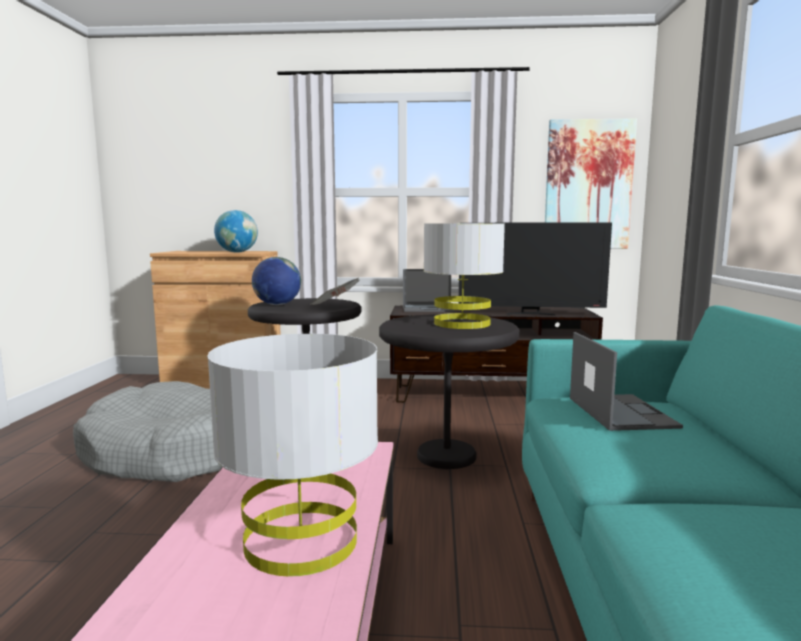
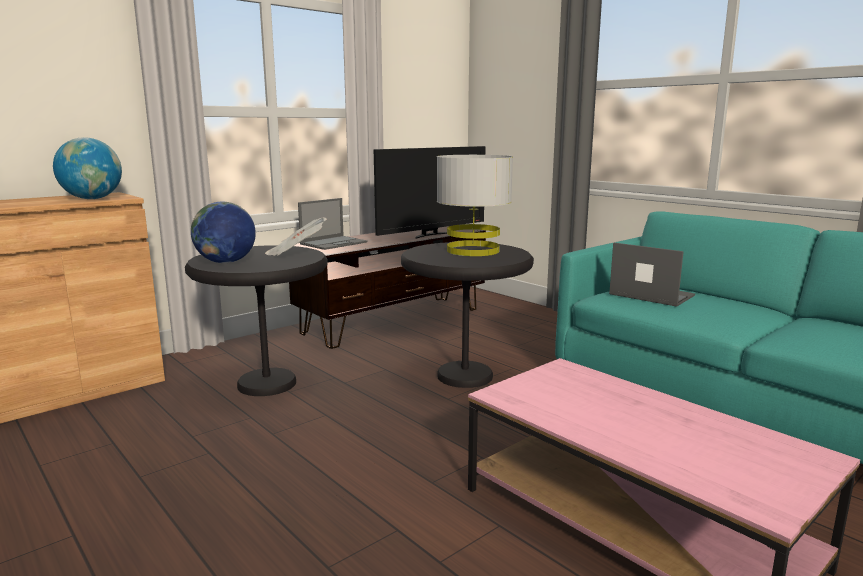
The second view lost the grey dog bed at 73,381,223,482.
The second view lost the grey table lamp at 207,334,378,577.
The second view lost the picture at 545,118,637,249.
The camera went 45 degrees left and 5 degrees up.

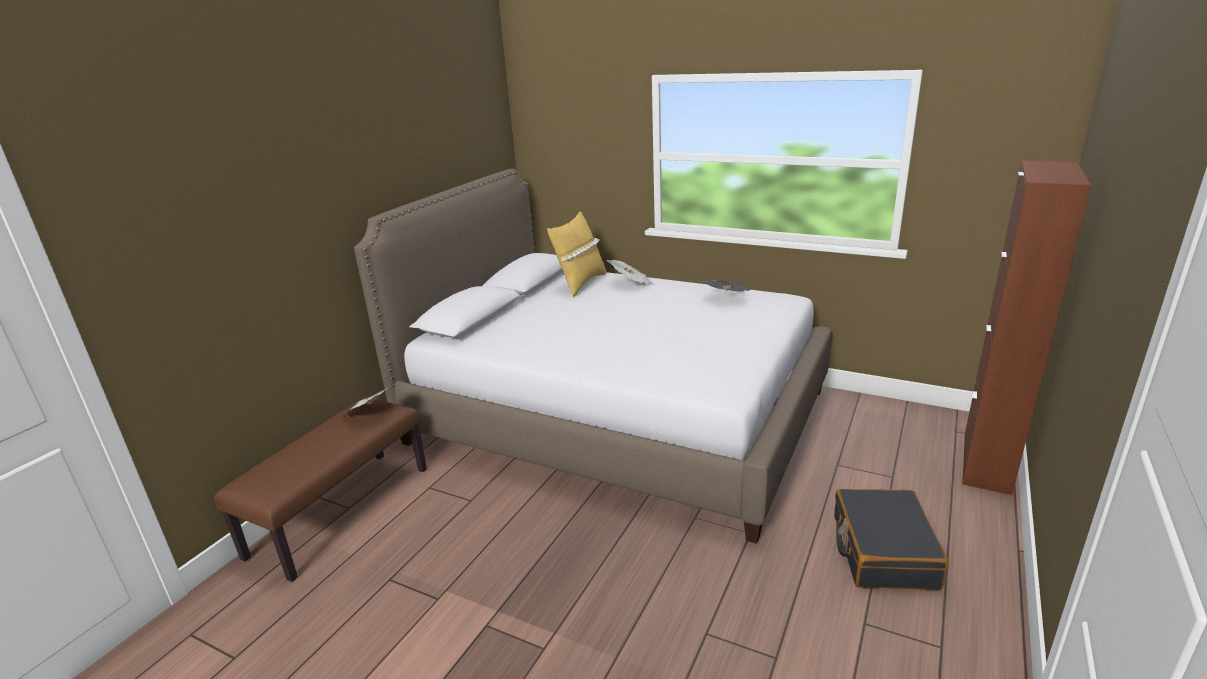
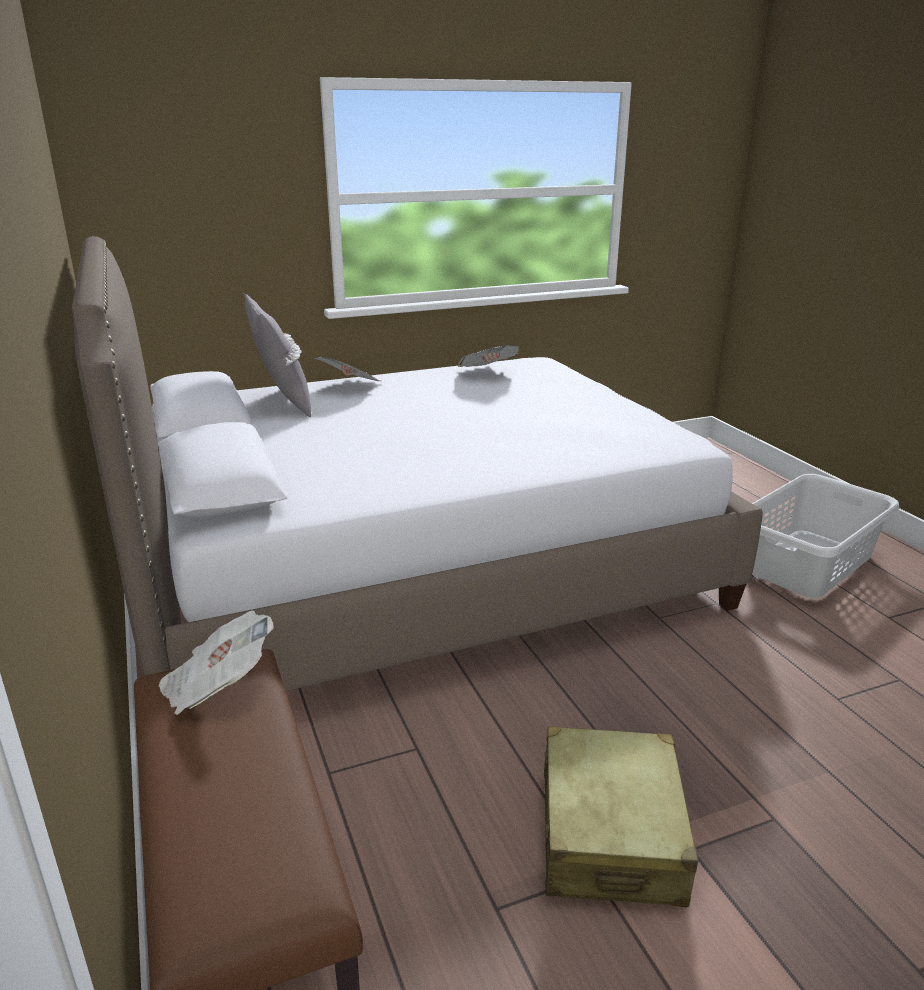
What was the yellow pillow at 547,211,606,297 turned into the grey pillow at 243,293,311,417.
The second view gained the beige suitcase at 544,727,698,907.
Where the black suitcase stood at 834,489,949,590, the grey laundry basket came to stand at 752,474,899,598.
The second view lost the brown cabinet at 962,160,1091,495.
The camera went 50 degrees left and 0 degrees up.

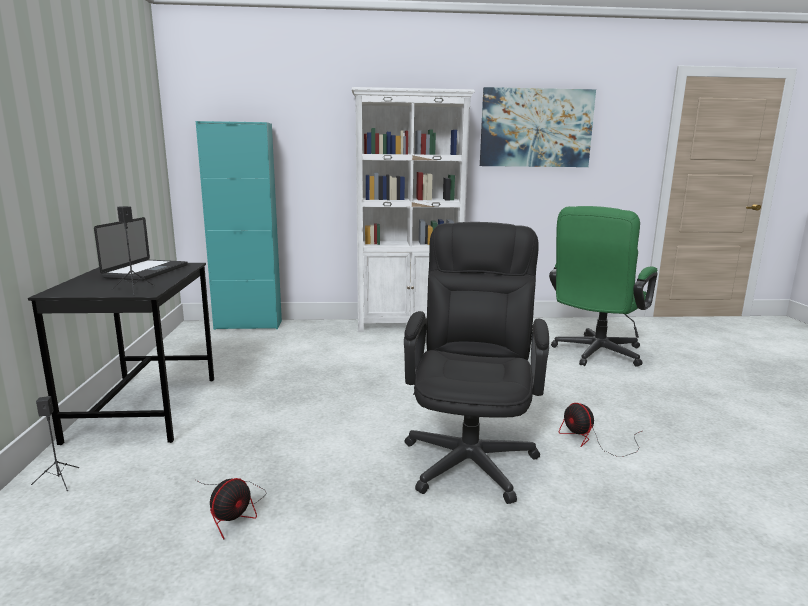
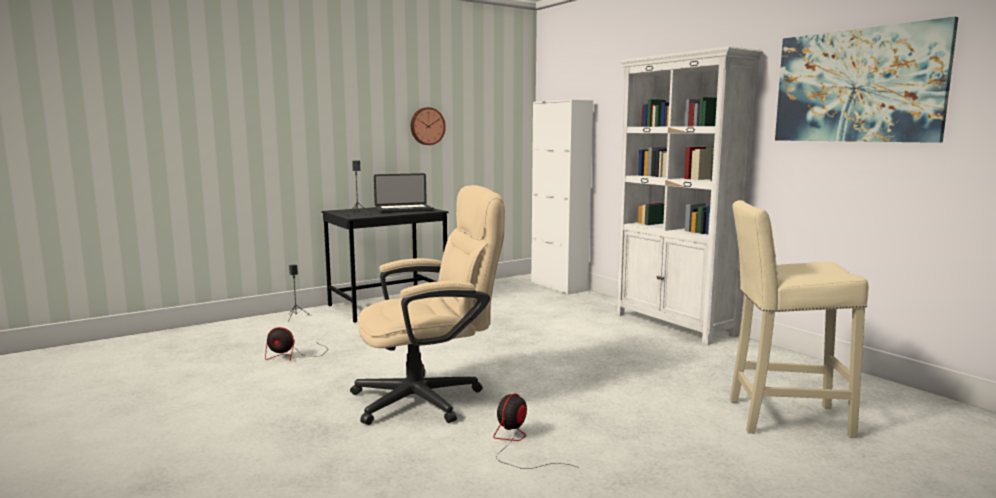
What was the black office chair at 404,222,549,504 turned into the beige office chair at 350,185,505,425.
The second view gained the wall clock at 411,107,446,145.
What was the turquoise cabinet at 196,121,282,330 turned into the white cabinet at 531,100,593,295.
Where the green office chair stood at 549,206,658,367, the beige stool came to stand at 730,200,869,438.
The camera went 60 degrees right and 5 degrees down.

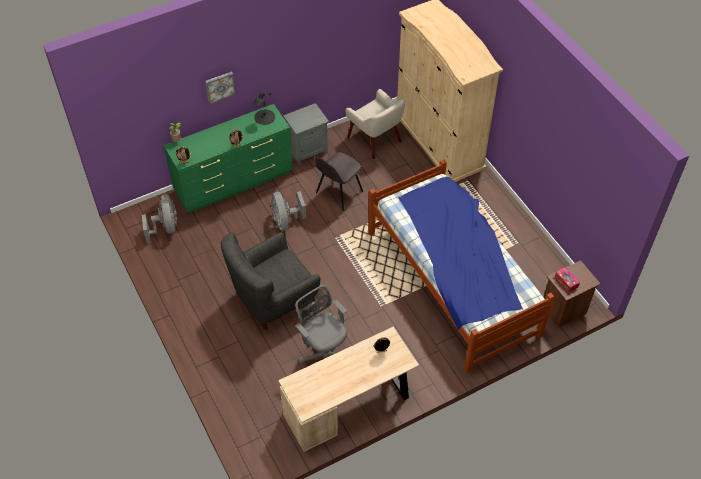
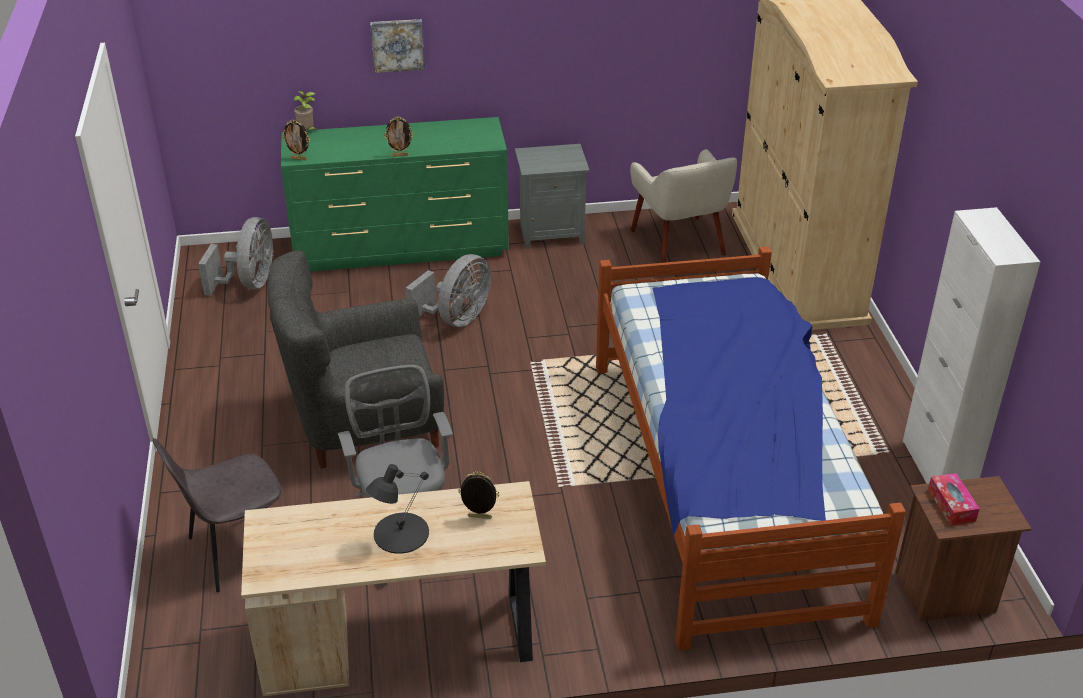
The grey chair ended up elsewhere, having gone from 315,152,363,210 to 152,438,282,592.
The black table lamp ended up elsewhere, having gone from 253,92,275,125 to 366,464,429,554.
The grey fan at 271,191,306,231 ended up facing another way, 150 degrees counterclockwise from before.
The second view gained the white cabinet at 903,207,1040,484.
The camera went 20 degrees right and 15 degrees down.

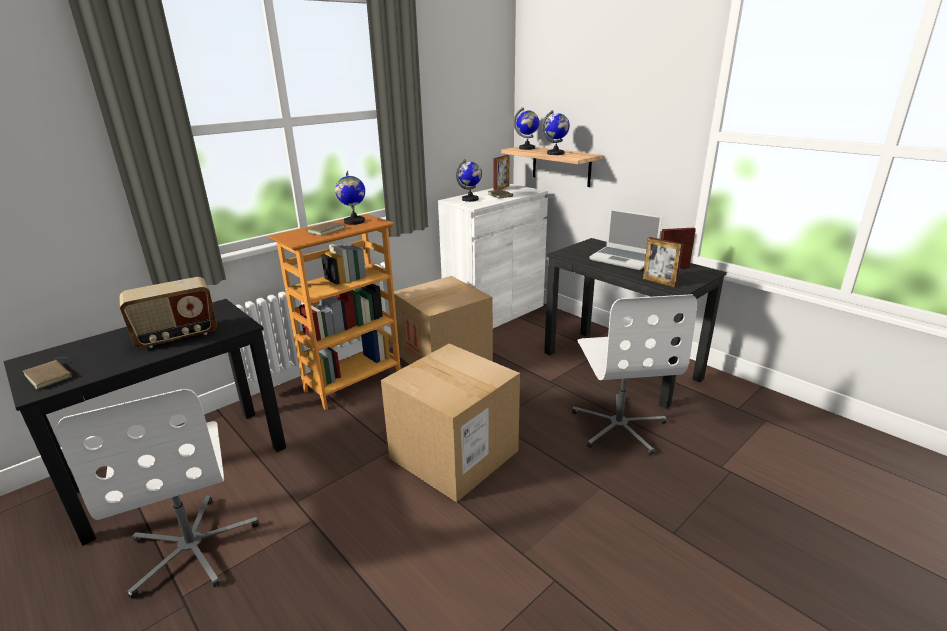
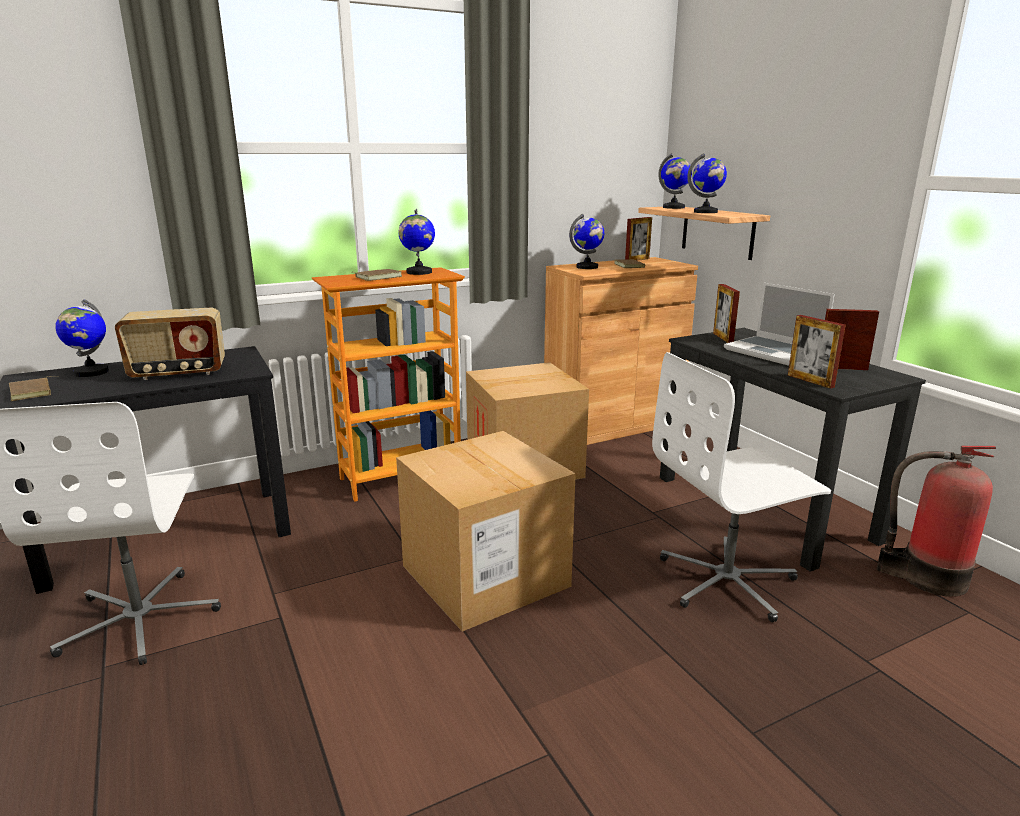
The second view gained the globe at 55,299,109,377.
What was the white cabinet at 438,184,548,328 turned into the brown cabinet at 544,257,698,445.
The white office chair at 572,294,697,455 ended up facing another way, 60 degrees clockwise from before.
The second view gained the picture frame at 713,284,740,343.
The second view gained the fire extinguisher at 877,446,996,597.
The camera went 15 degrees right and 5 degrees down.

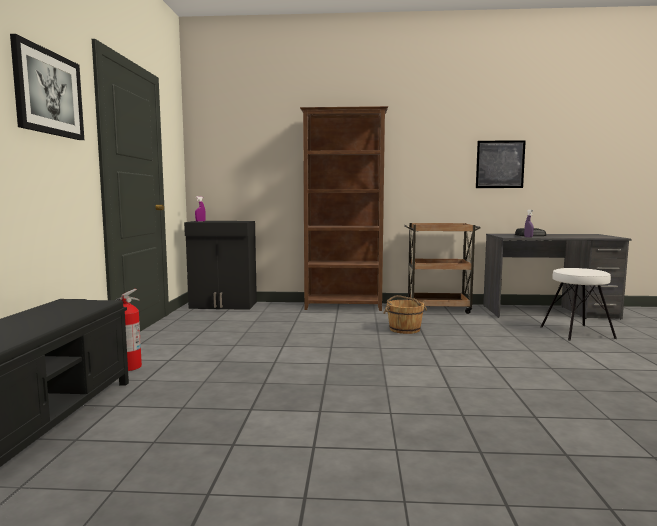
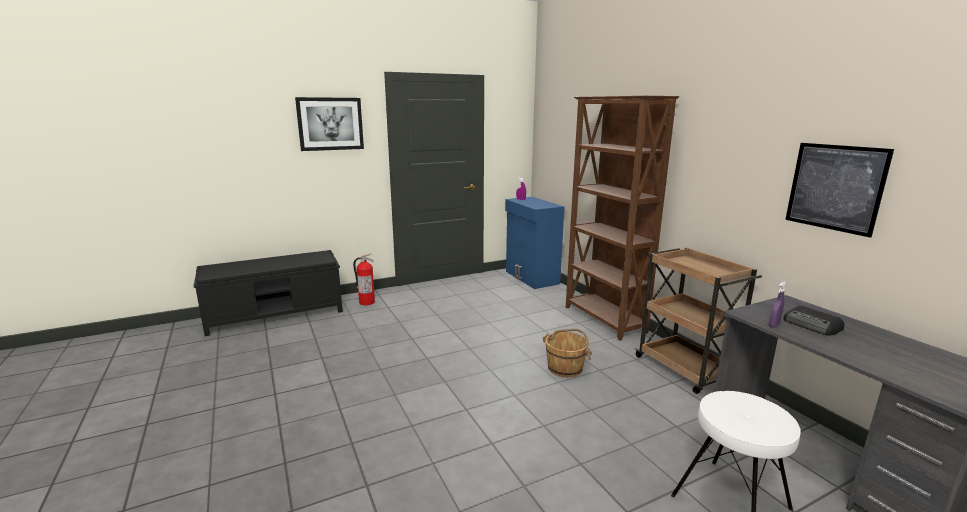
What was the black cabinet at 184,221,257,310 turned into the blue cabinet at 505,197,564,289.
The camera went 60 degrees right and 10 degrees up.

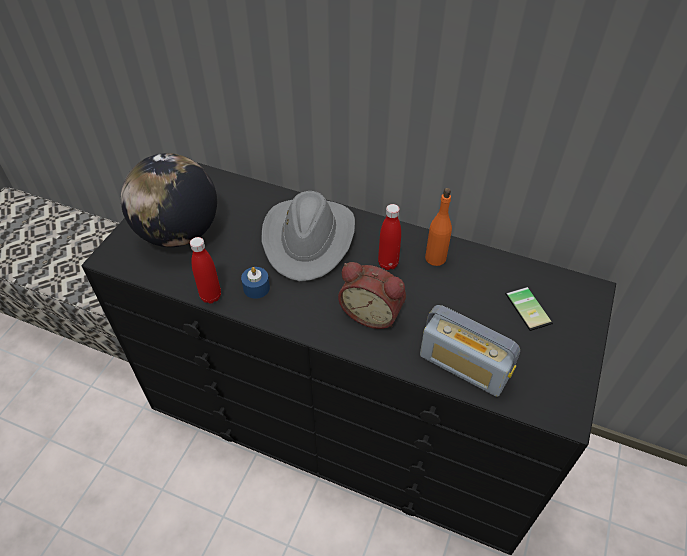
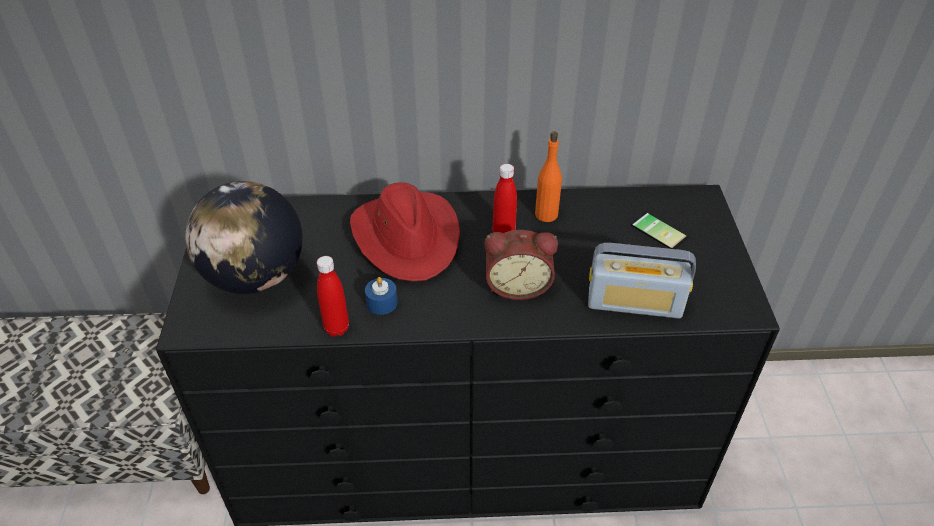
What was the grey hat at 262,191,355,281 turned into the red hat at 350,182,460,281.
The camera went 25 degrees left and 5 degrees down.

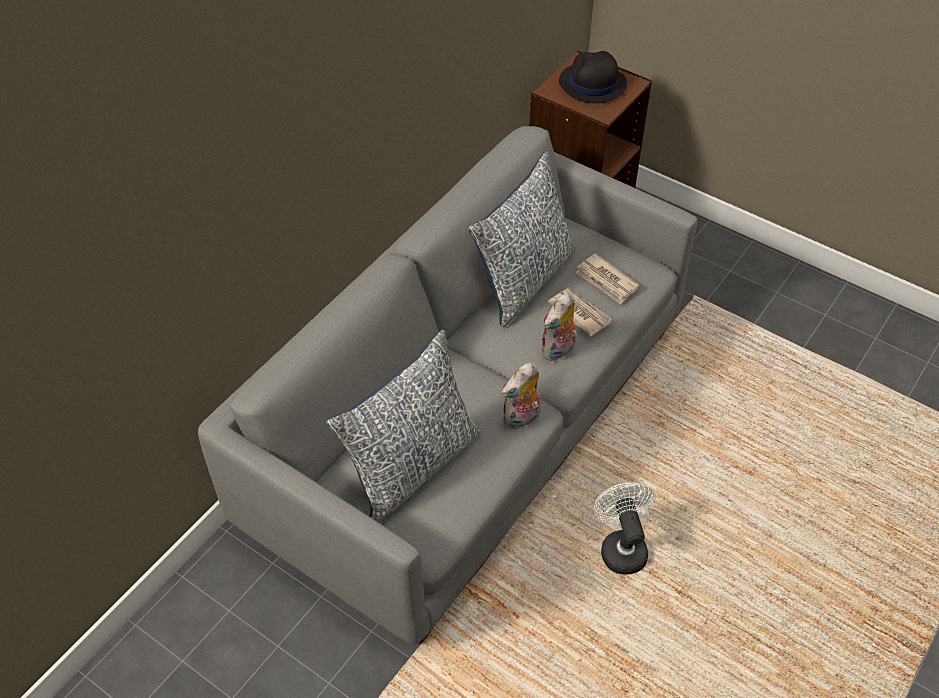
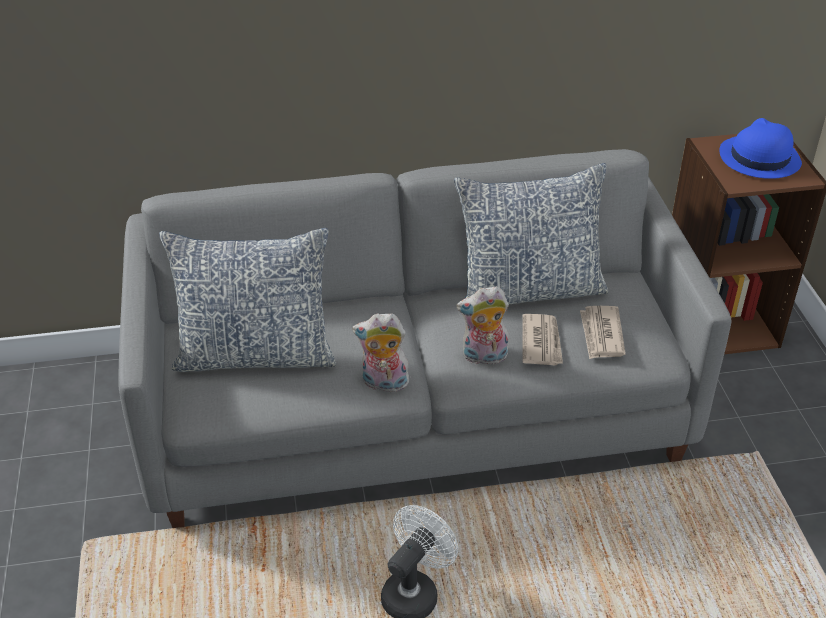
What was the black hat at 559,51,627,103 turned into the blue hat at 719,118,802,179.
The camera went 45 degrees right and 10 degrees down.

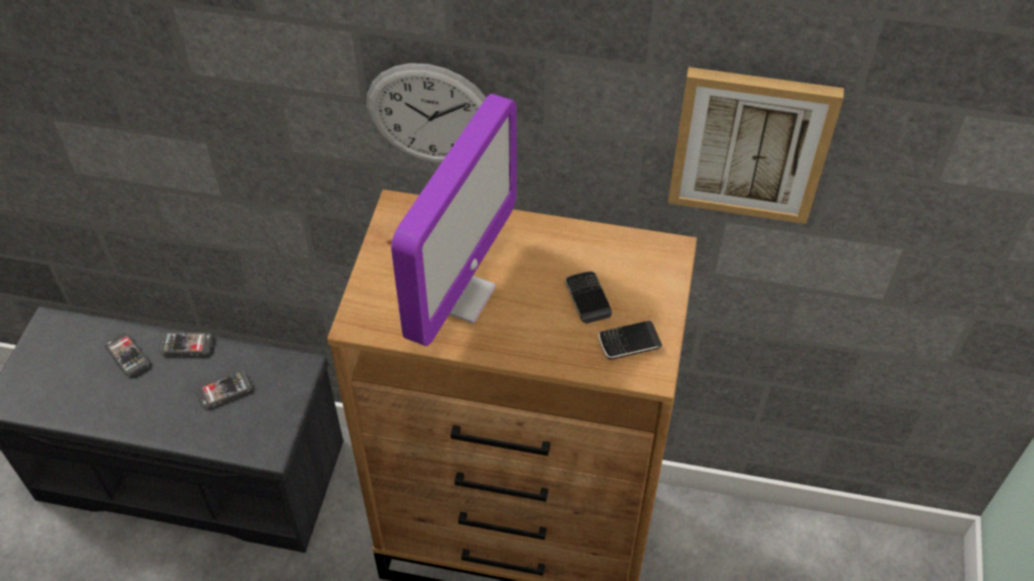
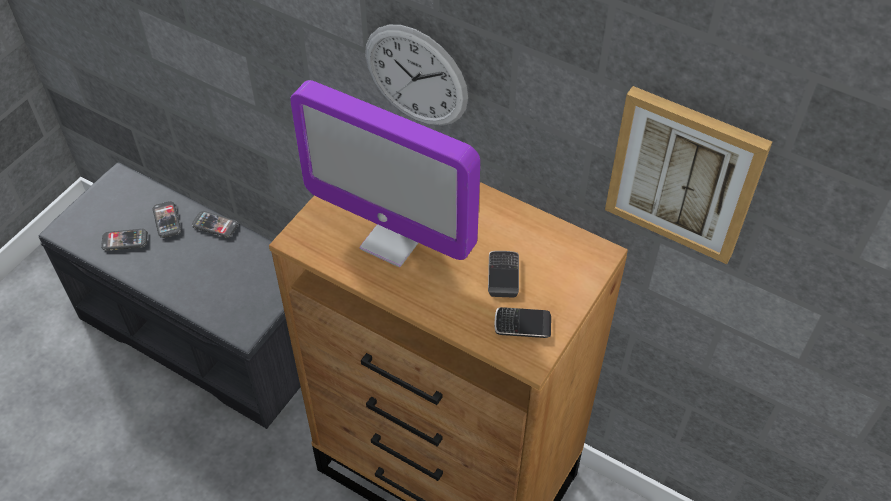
The phone ended up elsewhere, having gone from 196,371,252,409 to 101,228,148,251.
The monitor at 391,94,517,346 ended up facing another way, 75 degrees clockwise from before.
The camera went 20 degrees right and 0 degrees up.

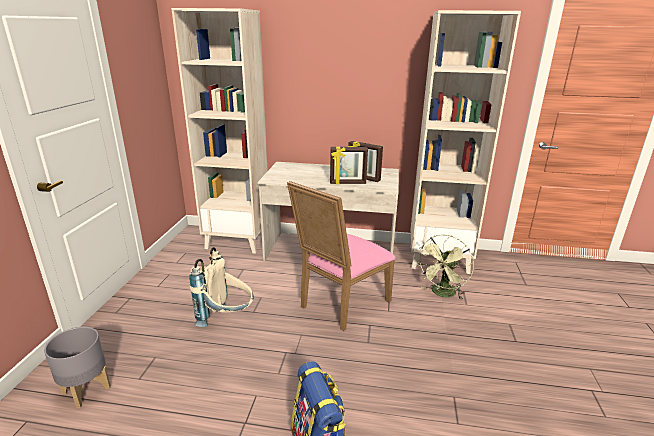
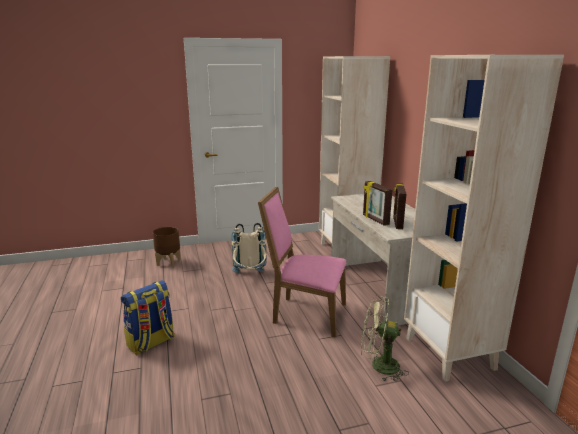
What was the grey planter at 44,327,111,409 turned into the brown planter at 153,227,181,267.
The camera went 65 degrees right and 5 degrees down.

